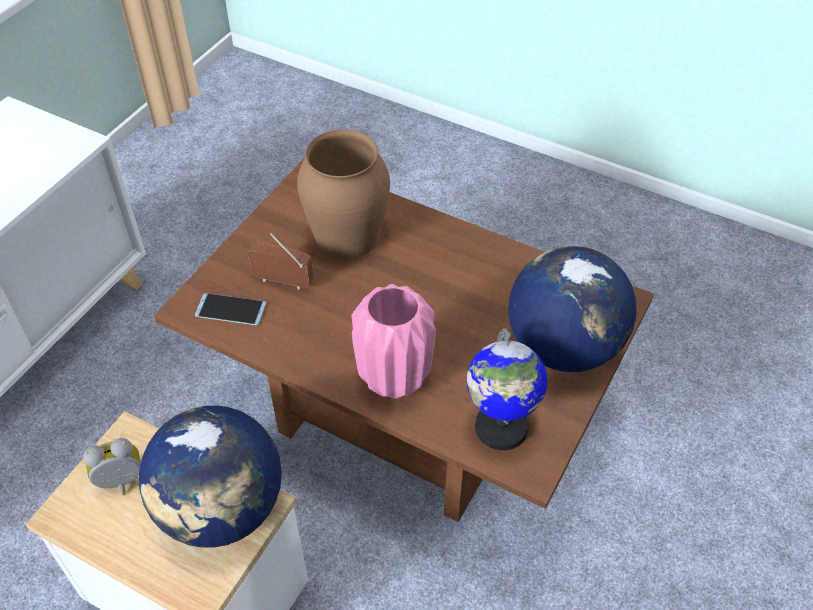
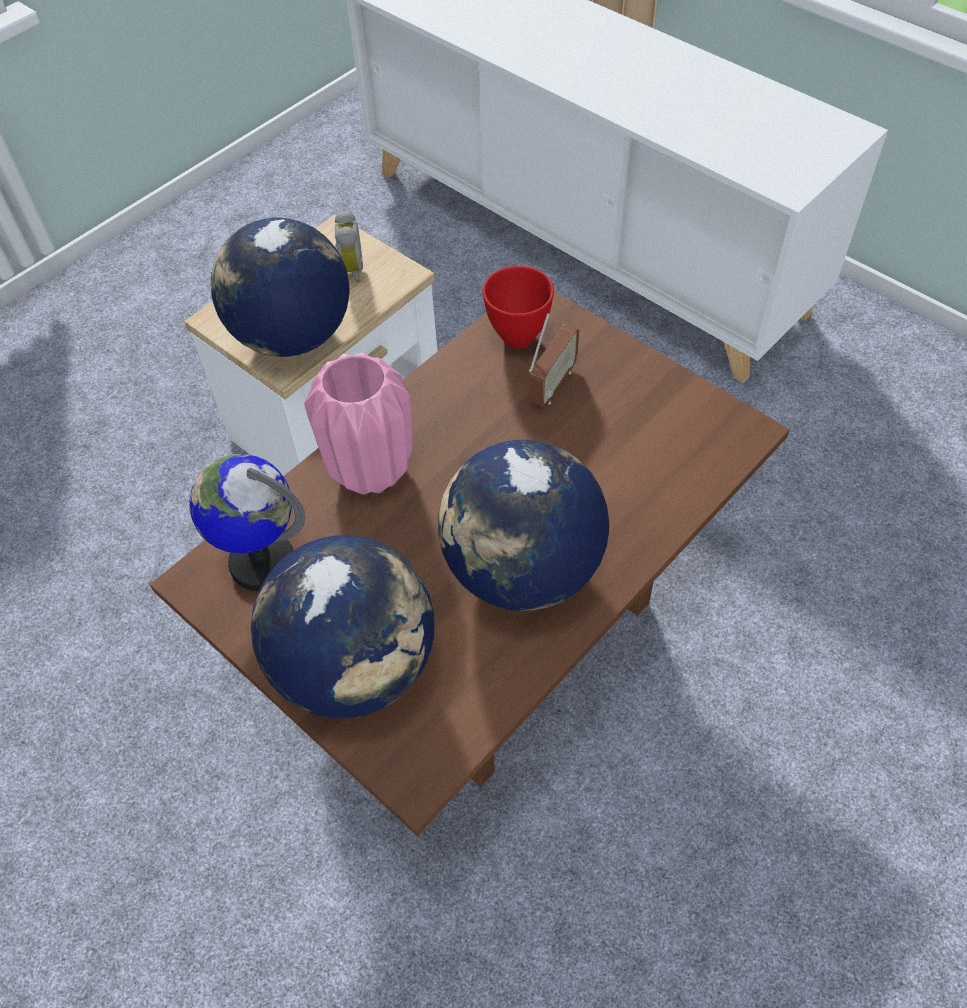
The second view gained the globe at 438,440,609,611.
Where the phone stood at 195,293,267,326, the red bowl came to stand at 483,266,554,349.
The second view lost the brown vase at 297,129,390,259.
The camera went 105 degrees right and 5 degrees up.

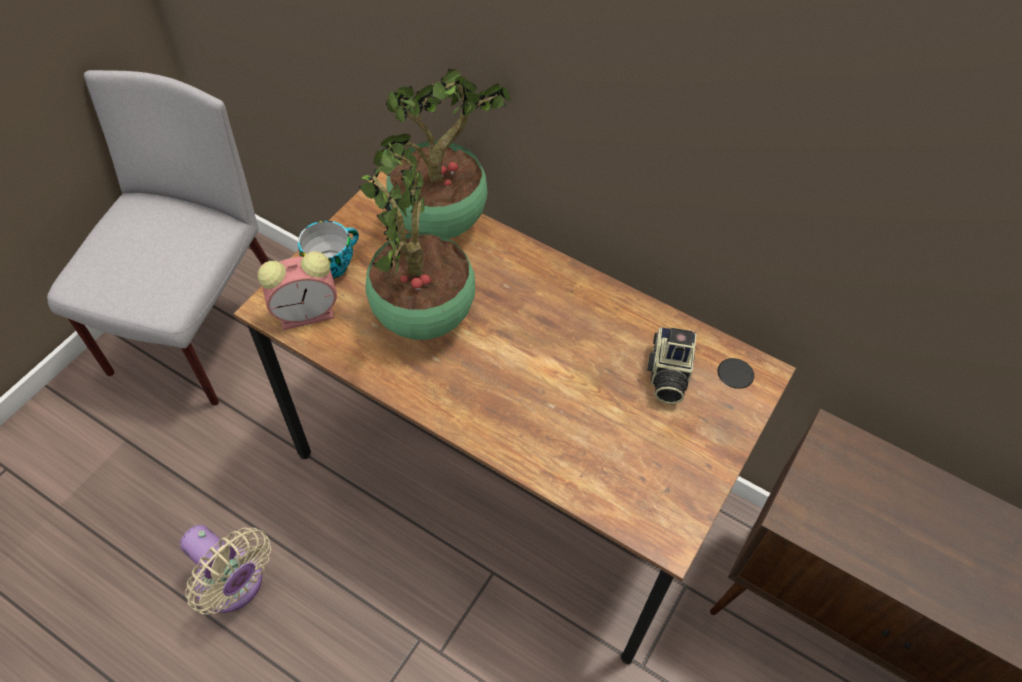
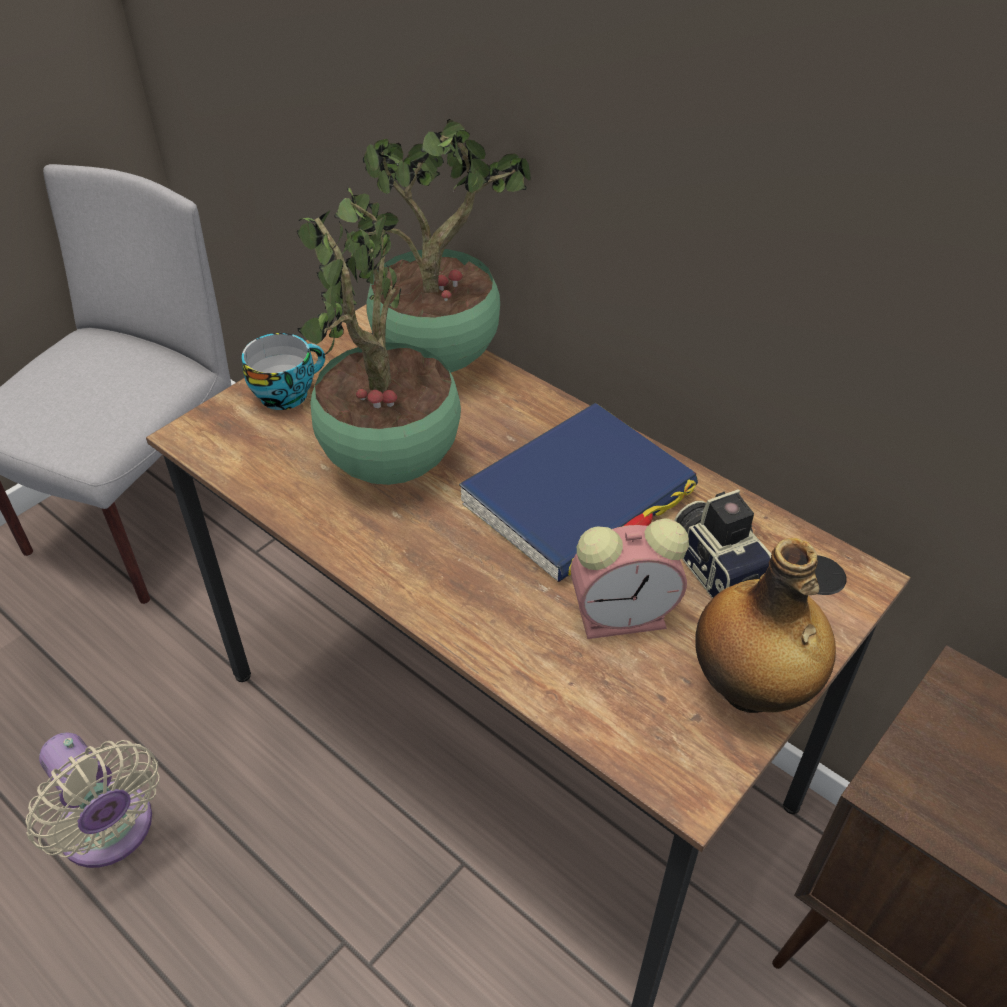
The second view gained the blue book at 459,403,698,582.
The alarm clock ended up elsewhere, having gone from 258,251,337,330 to 571,519,689,639.
The photo camera at 647,327,697,404 ended up facing another way, 135 degrees clockwise from before.
The second view gained the bottle at 695,538,836,713.
The camera went 10 degrees right and 10 degrees down.

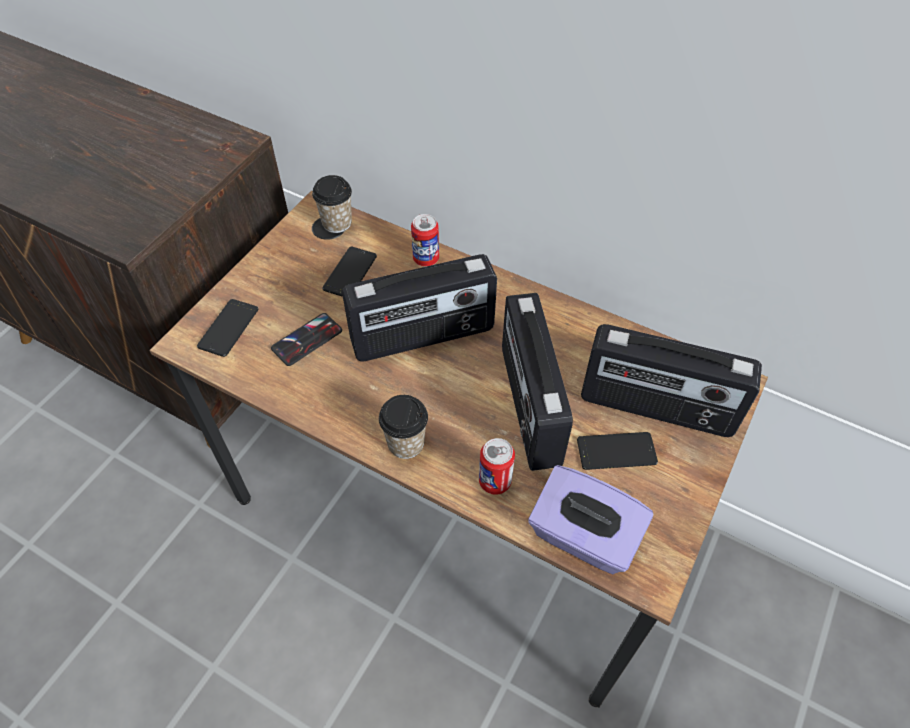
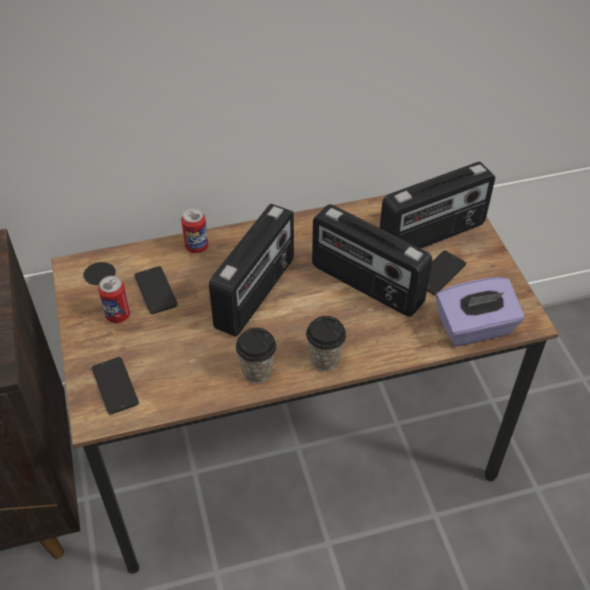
The can ended up elsewhere, having gone from 479,438,515,495 to 98,276,130,323.
The cup ended up elsewhere, having gone from 312,175,352,233 to 236,328,276,383.
The second view lost the phone at 271,313,342,366.
The camera went 45 degrees left and 5 degrees down.

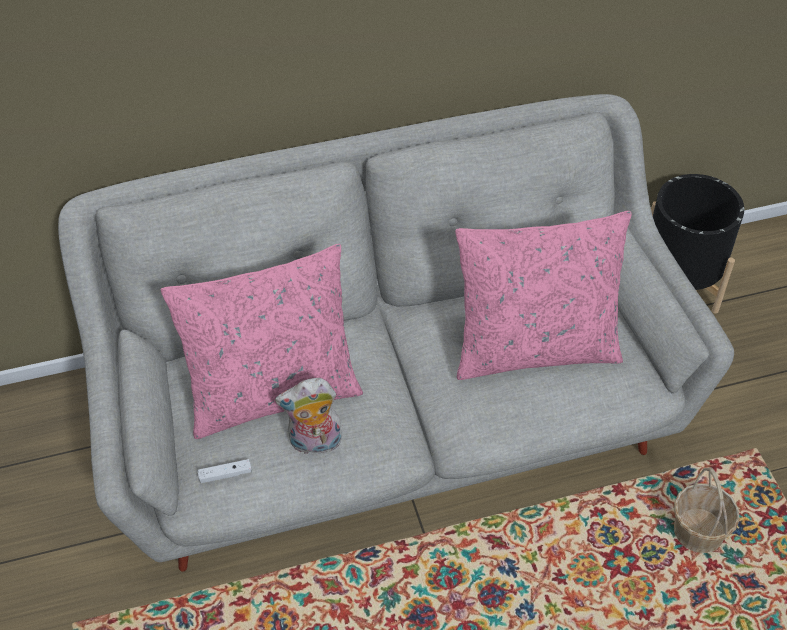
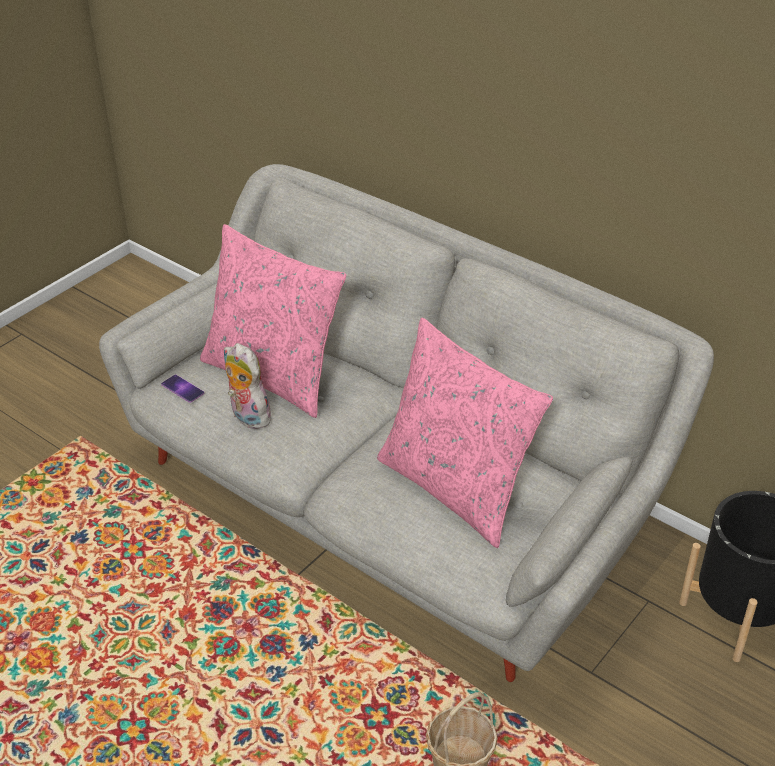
Where the white game controller stood at 198,459,252,483, the phone came to stand at 161,374,204,403.
The camera went 55 degrees right and 10 degrees down.

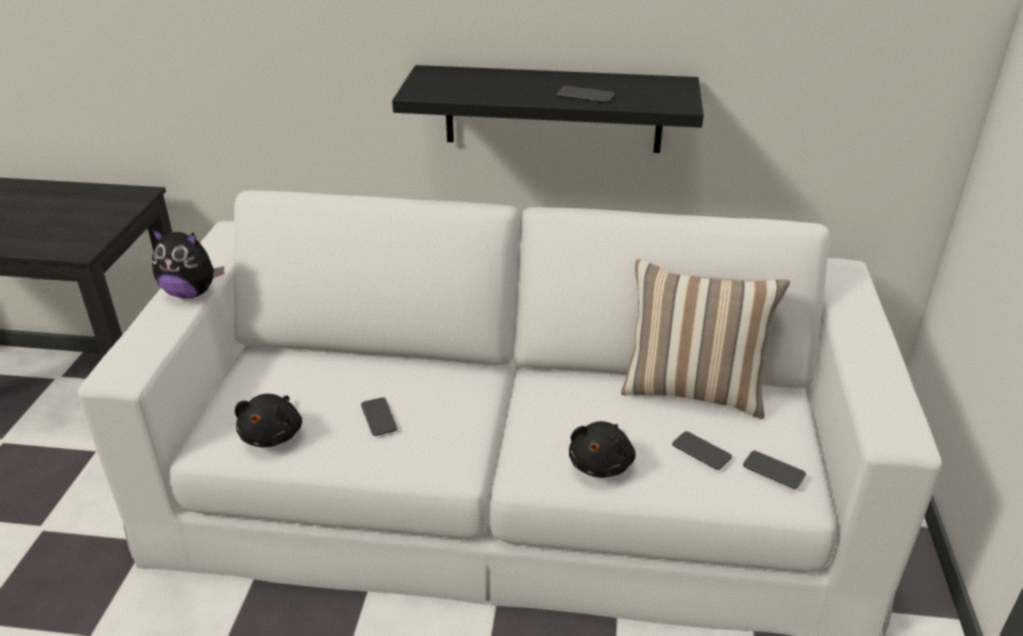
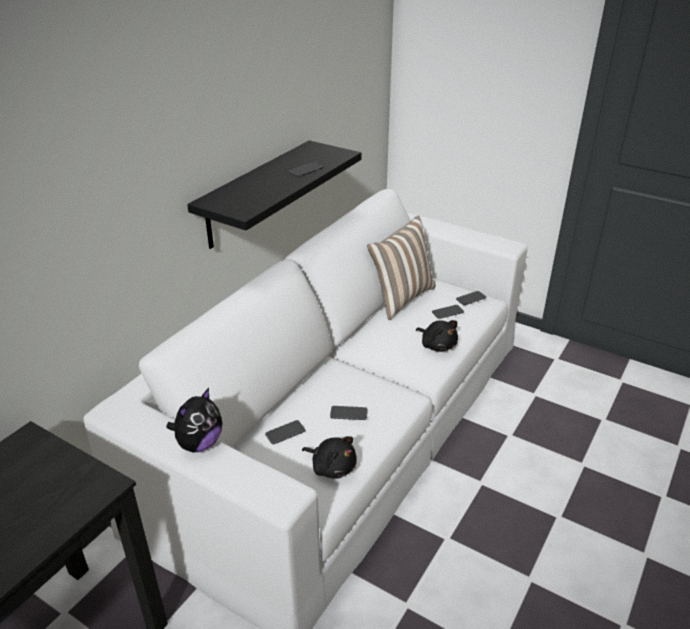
The second view gained the phone at 265,420,305,444.
The camera went 65 degrees left and 0 degrees up.

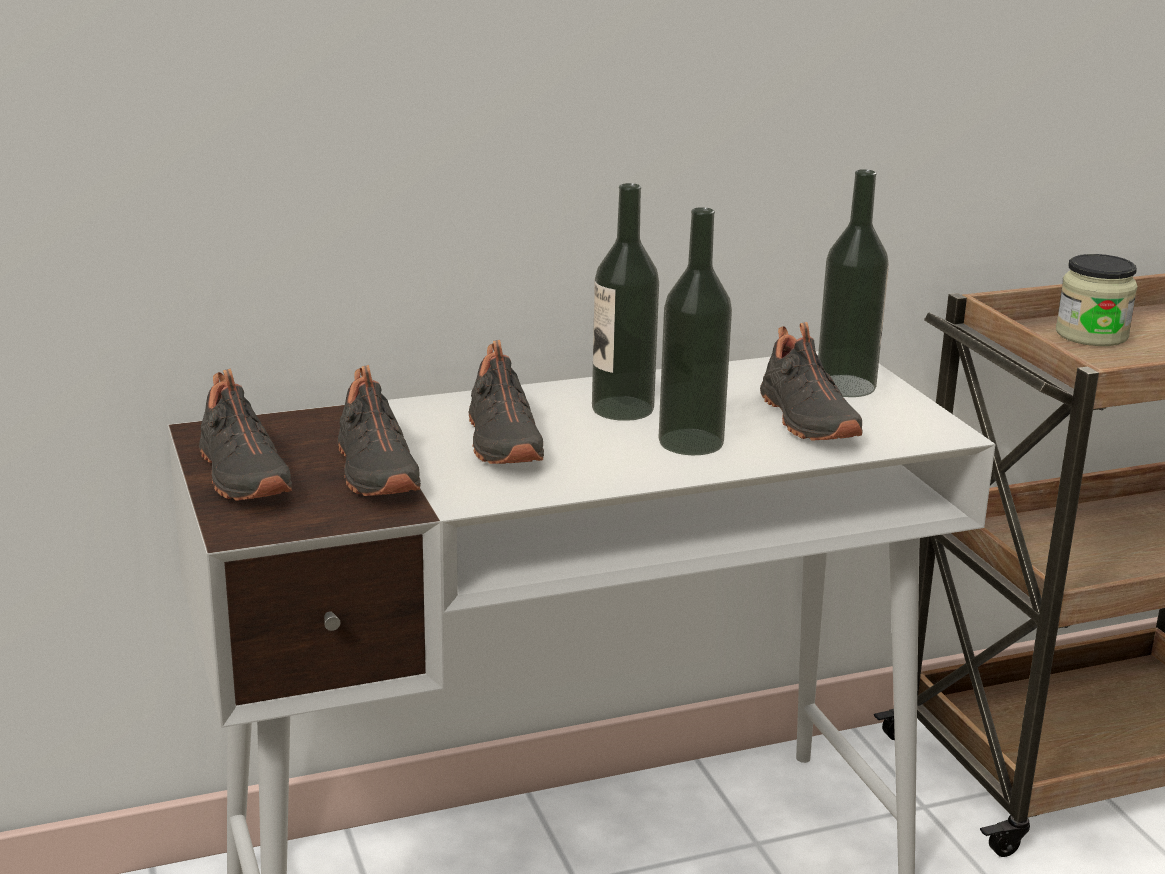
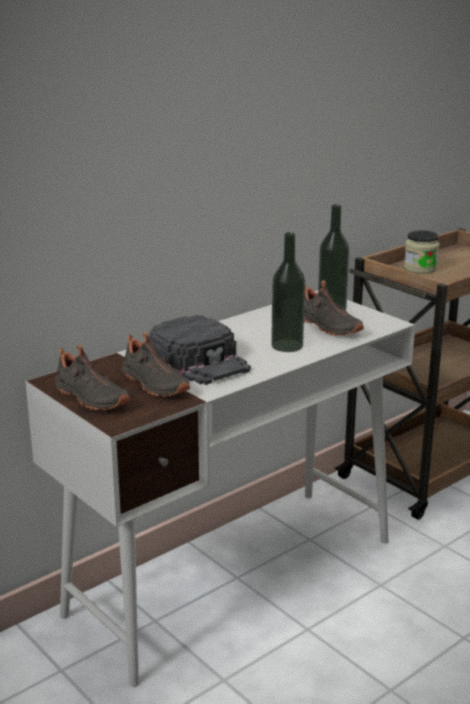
Where the black shoe stood at 468,340,544,464, the black cap came to stand at 149,315,251,385.
The second view lost the bottle at 592,183,659,421.
The camera went 20 degrees left and 0 degrees up.

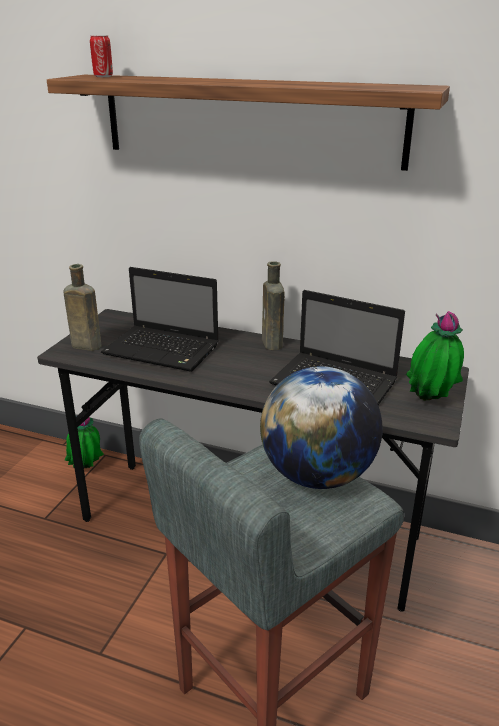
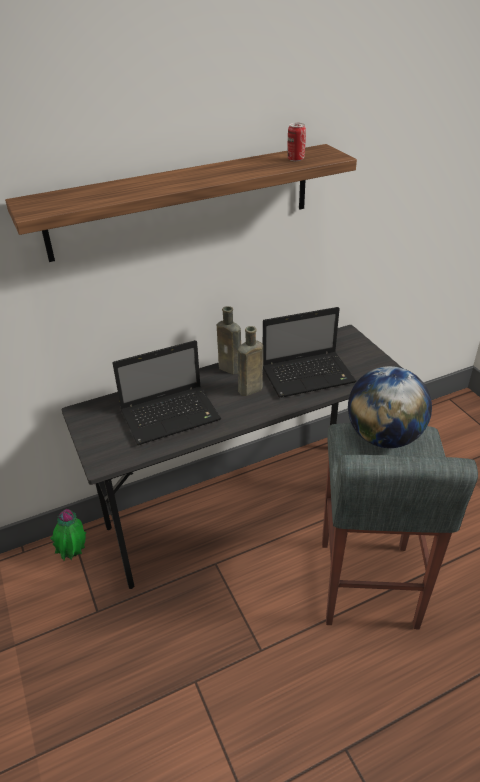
The brown bottle ended up elsewhere, having gone from 63,264,102,351 to 238,326,263,396.
The can ended up elsewhere, having gone from 90,35,113,77 to 287,123,306,161.
The second view lost the potted plant at 406,311,464,401.
The camera went 45 degrees left and 10 degrees up.

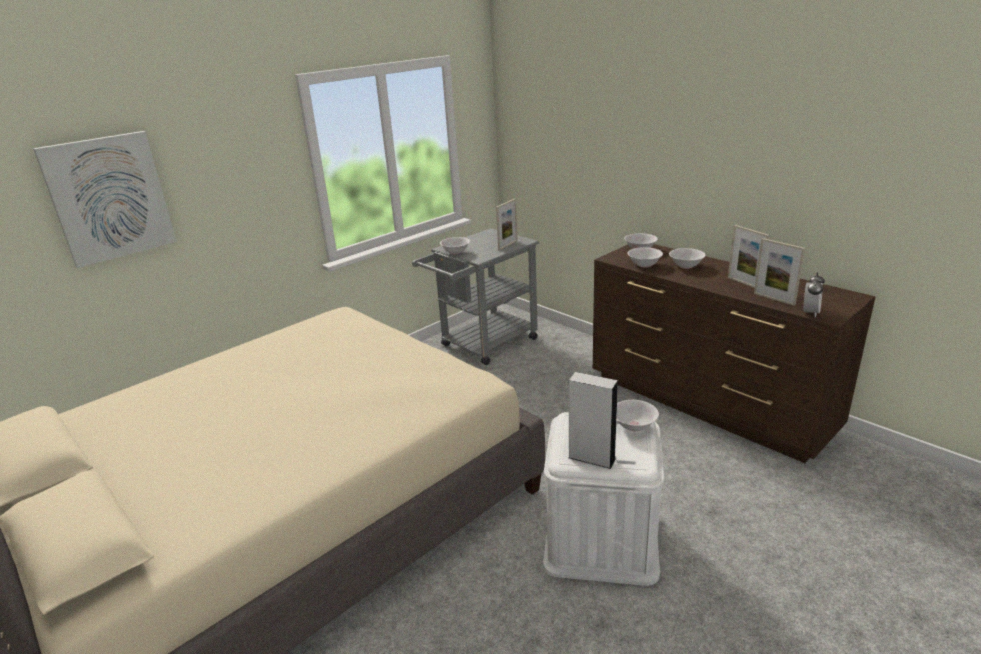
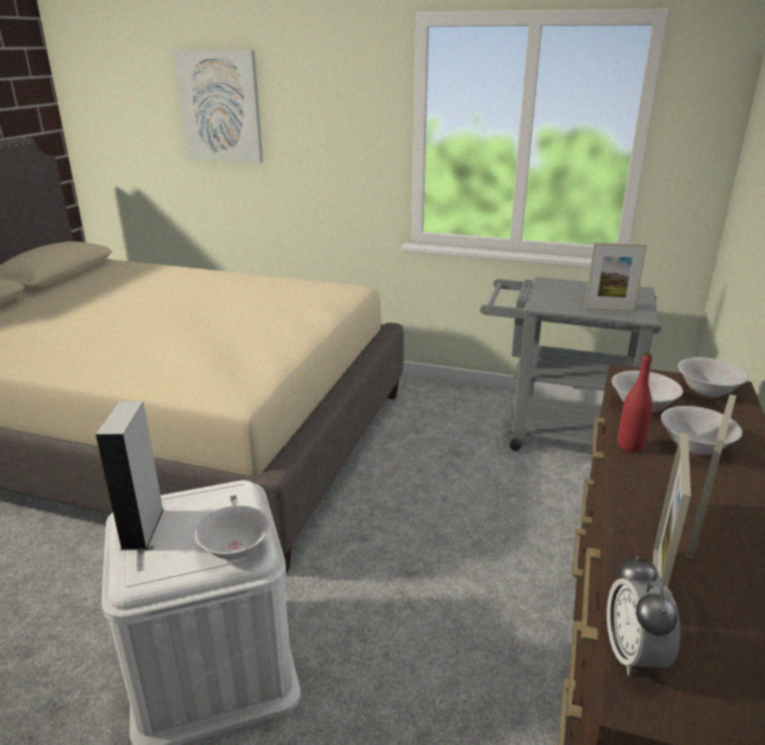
The alarm clock at 804,272,825,317 ended up facing another way, 90 degrees clockwise from before.
The second view gained the red bottle at 617,352,653,452.
The second view lost the white bowl at 440,237,470,255.
The camera went 60 degrees right and 0 degrees up.

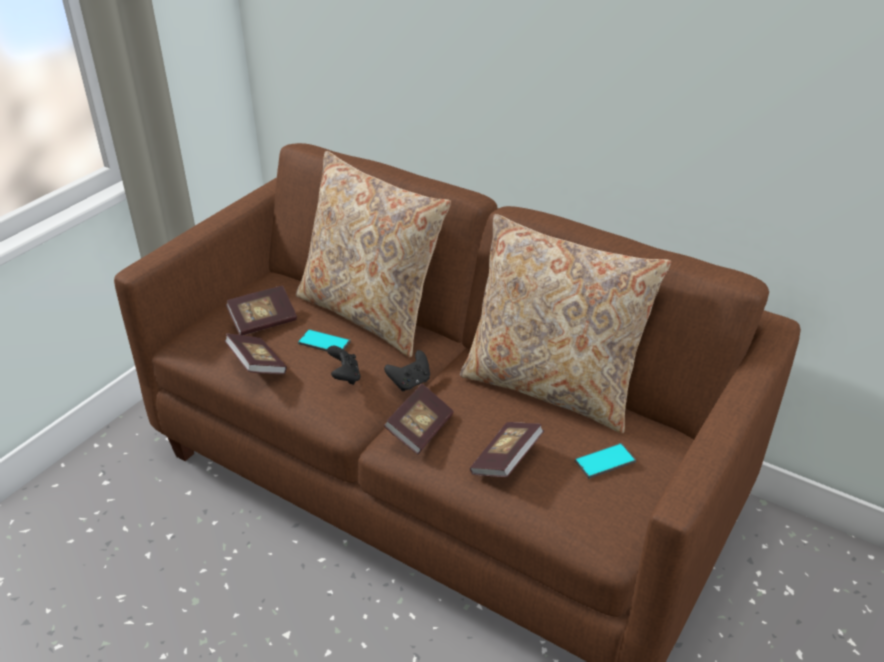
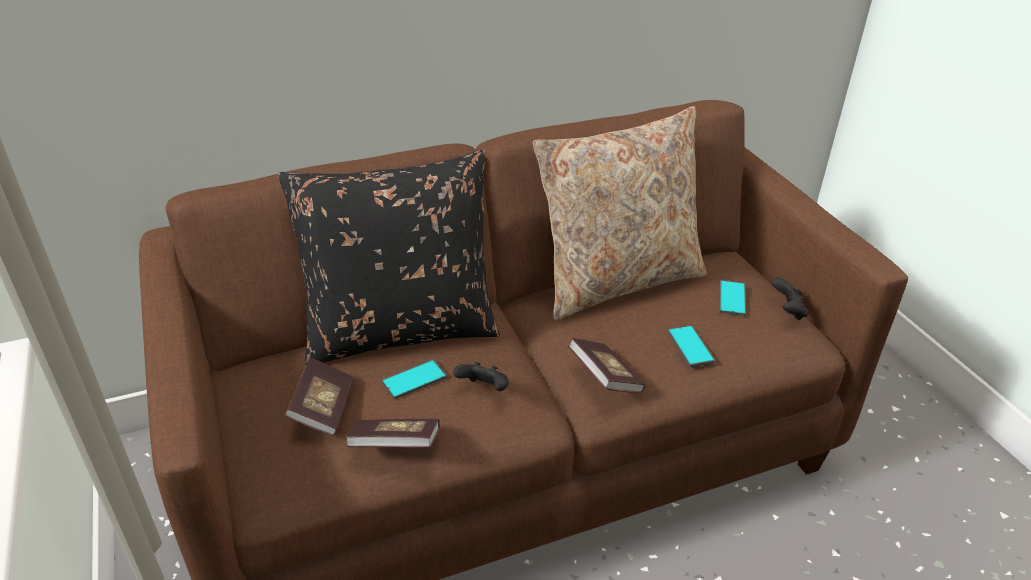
What was the beige pillow at 296,151,451,358 turned into the black pillow at 278,150,500,365.
Where the book stood at 470,422,544,477, the phone came to stand at 668,326,715,367.
The black game controller ended up elsewhere, having gone from 384,350,430,391 to 772,278,808,320.
The camera went 55 degrees left and 0 degrees up.

